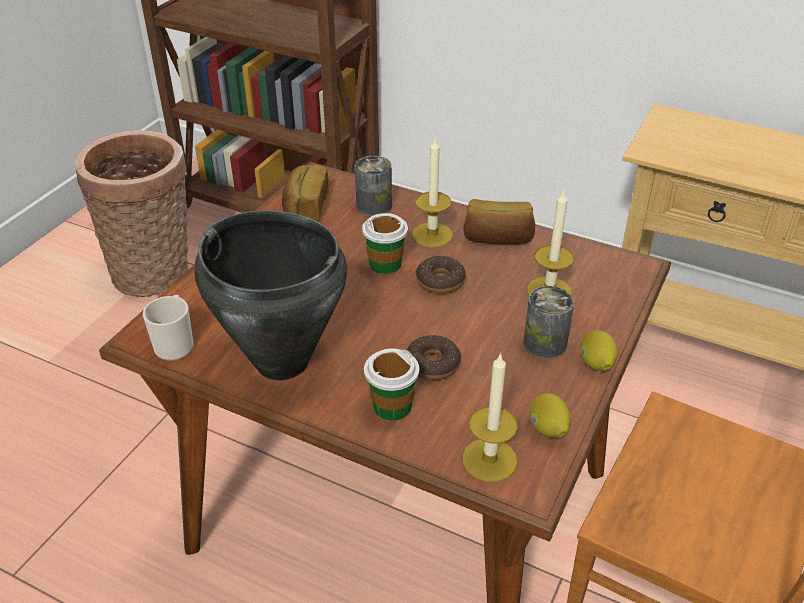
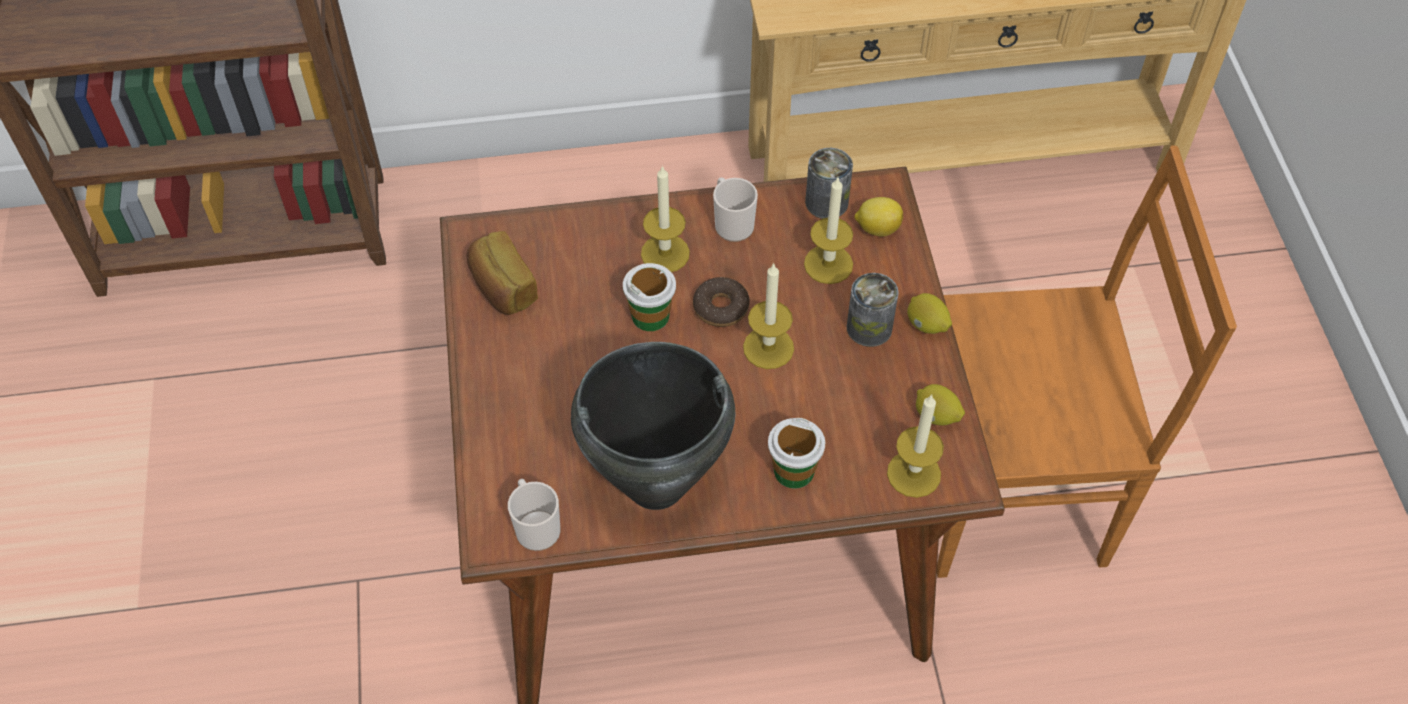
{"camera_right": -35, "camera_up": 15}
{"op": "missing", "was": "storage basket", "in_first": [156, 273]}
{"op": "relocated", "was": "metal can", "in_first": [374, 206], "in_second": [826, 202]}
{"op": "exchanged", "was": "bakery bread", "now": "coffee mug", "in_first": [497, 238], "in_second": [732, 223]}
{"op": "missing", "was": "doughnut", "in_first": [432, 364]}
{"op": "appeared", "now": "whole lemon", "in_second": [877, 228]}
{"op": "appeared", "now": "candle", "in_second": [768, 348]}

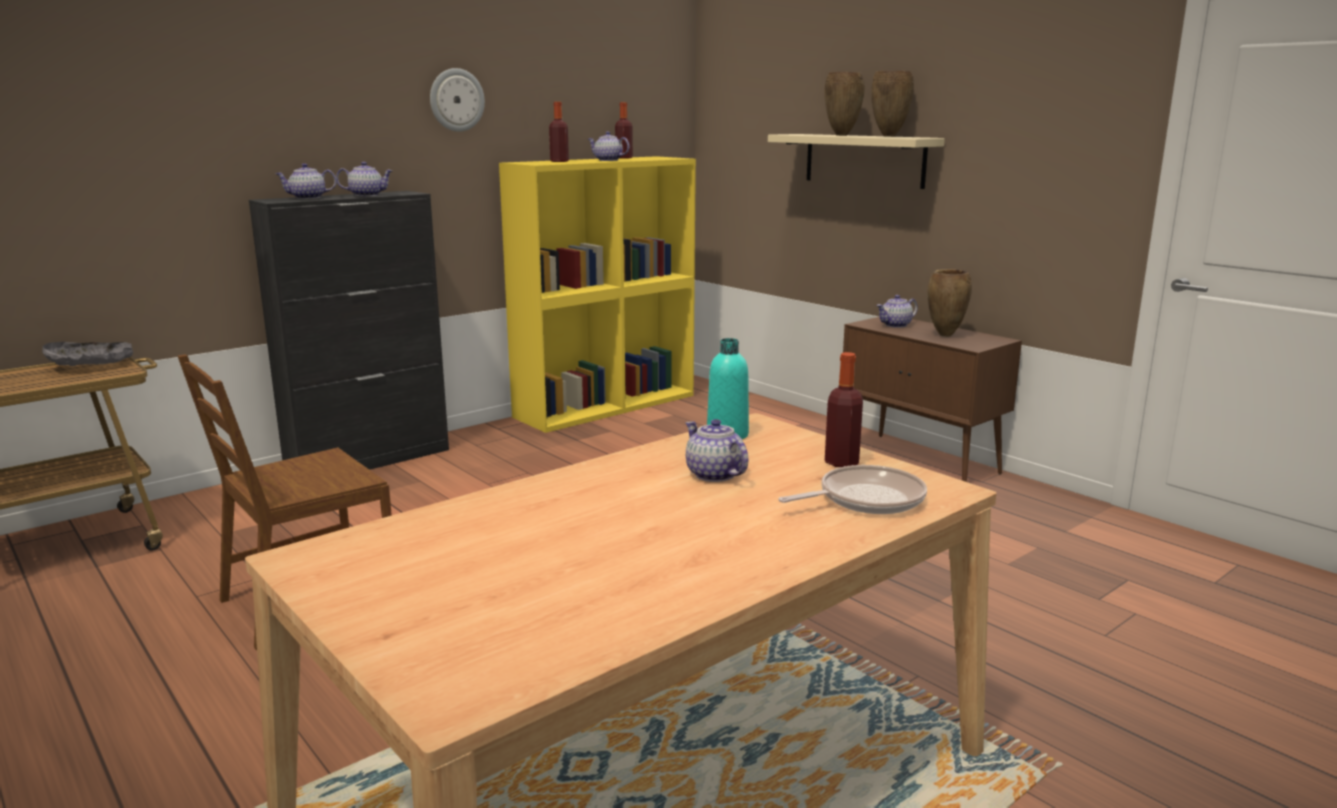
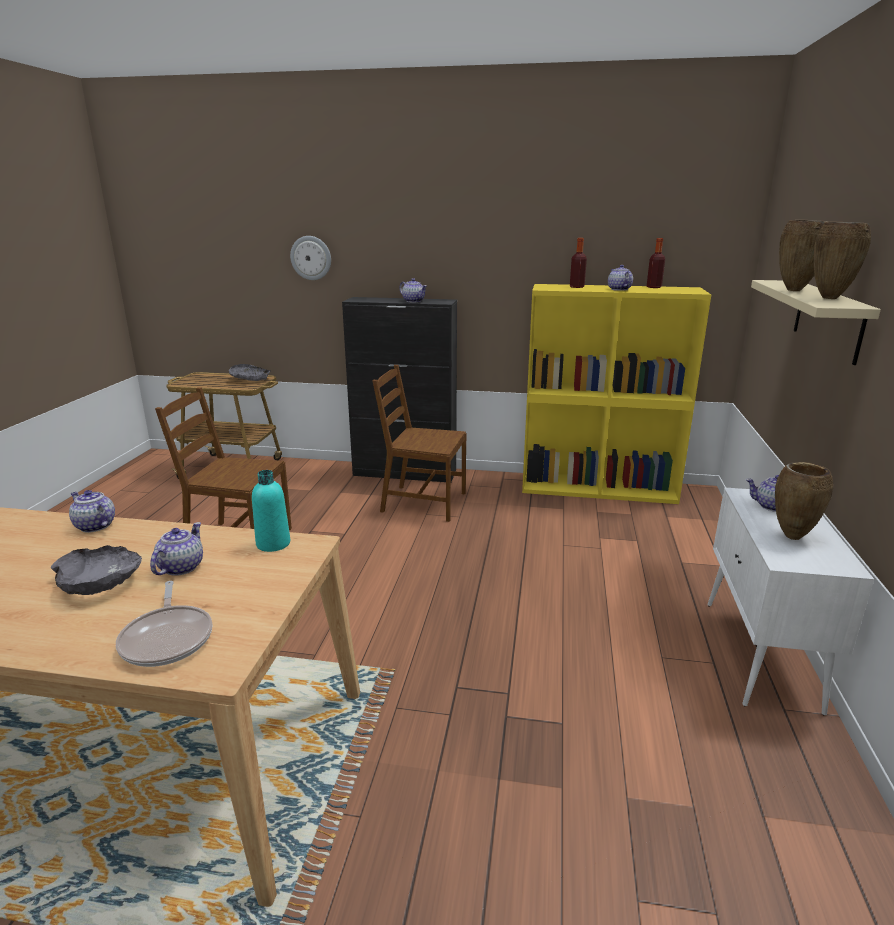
{"camera_right": 50, "camera_up": 5}
{"op": "relocated", "was": "wall clock", "in_first": [456, 100], "in_second": [311, 258]}
{"op": "relocated", "was": "tea pot", "in_first": [307, 198], "in_second": [94, 526]}
{"op": "colour", "was": "cabinet/brown", "now": "cabinet/white-coloured", "in_first": [920, 461], "in_second": [760, 655]}
{"op": "missing", "was": "beverage bottle", "in_first": [841, 462]}
{"op": "spun", "was": "skillet", "in_first": [865, 499], "in_second": [168, 638], "clockwise": 45}
{"op": "appeared", "now": "plain chair/brown", "in_second": [422, 502]}
{"op": "appeared", "now": "bowl/grey", "in_second": [99, 582]}

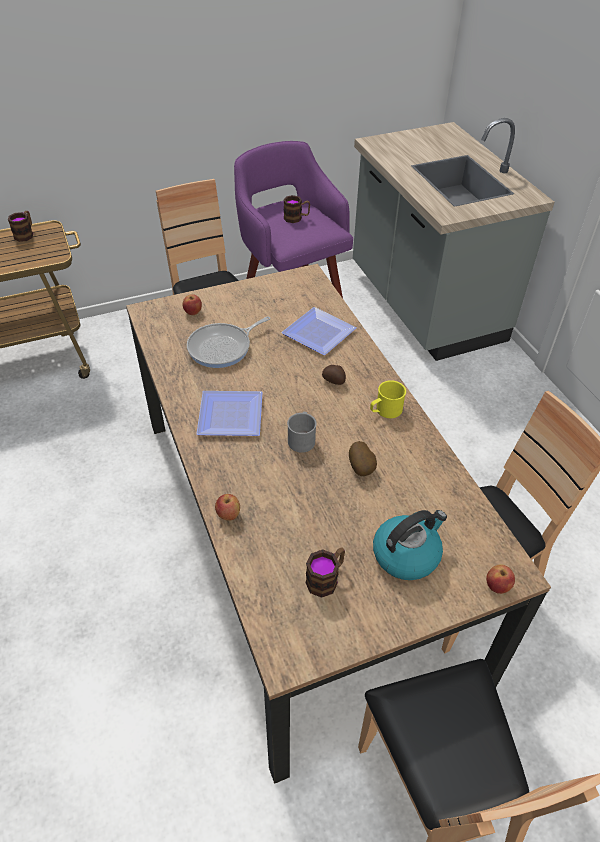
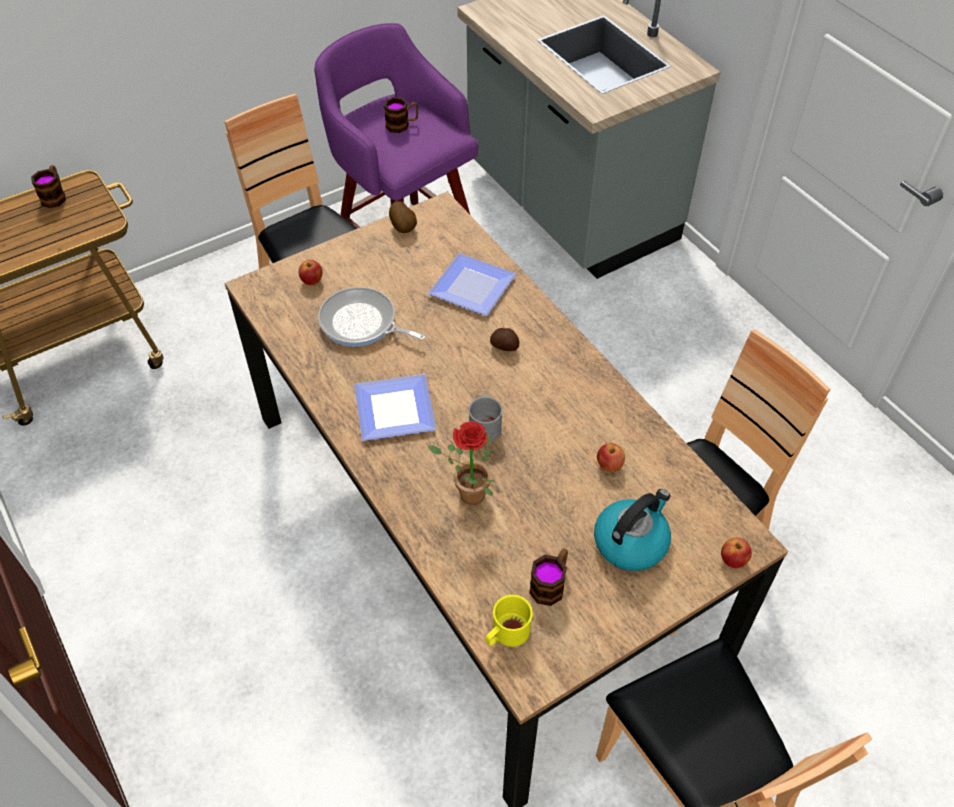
{"camera_right": -10, "camera_up": 5}
{"op": "spun", "was": "skillet", "in_first": [223, 348], "in_second": [362, 323], "clockwise": 75}
{"op": "relocated", "was": "coffee mug/yellow-coloured", "in_first": [385, 411], "in_second": [506, 634]}
{"op": "relocated", "was": "whole potato", "in_first": [362, 468], "in_second": [404, 228]}
{"op": "relocated", "was": "whole apple", "in_first": [228, 515], "in_second": [609, 465]}
{"op": "appeared", "now": "potted plant", "in_second": [466, 495]}

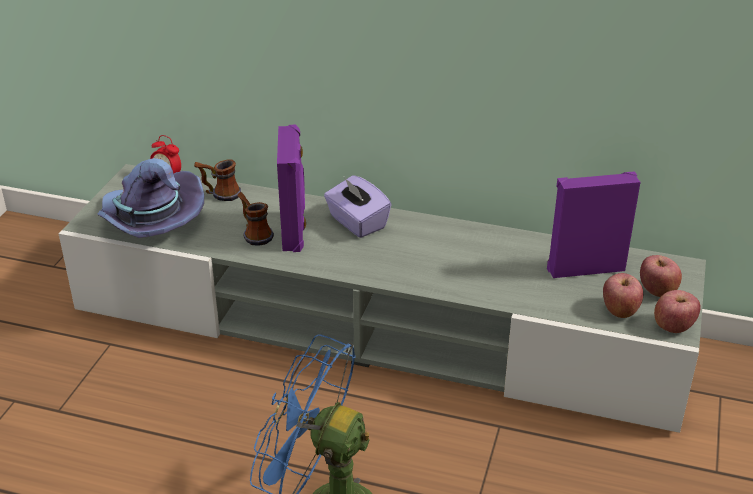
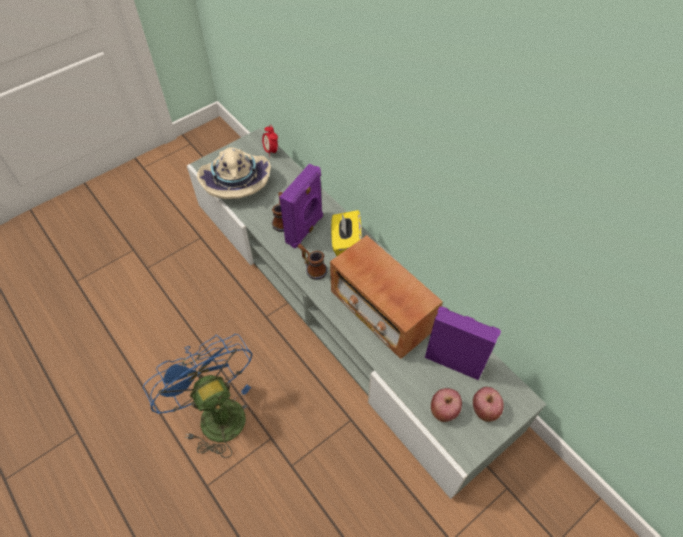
{"camera_right": 35, "camera_up": 20}
{"op": "colour", "was": "clothing hat/purple", "now": "clothing hat/sand-coloured", "in_first": [149, 222], "in_second": [236, 180]}
{"op": "relocated", "was": "coffee mug", "in_first": [219, 194], "in_second": [312, 268]}
{"op": "colour", "was": "tissue holder/purple", "now": "tissue holder/yellow-coloured", "in_first": [357, 222], "in_second": [346, 242]}
{"op": "missing", "was": "whole apple", "in_first": [673, 326]}
{"op": "appeared", "now": "radio", "in_second": [381, 311]}

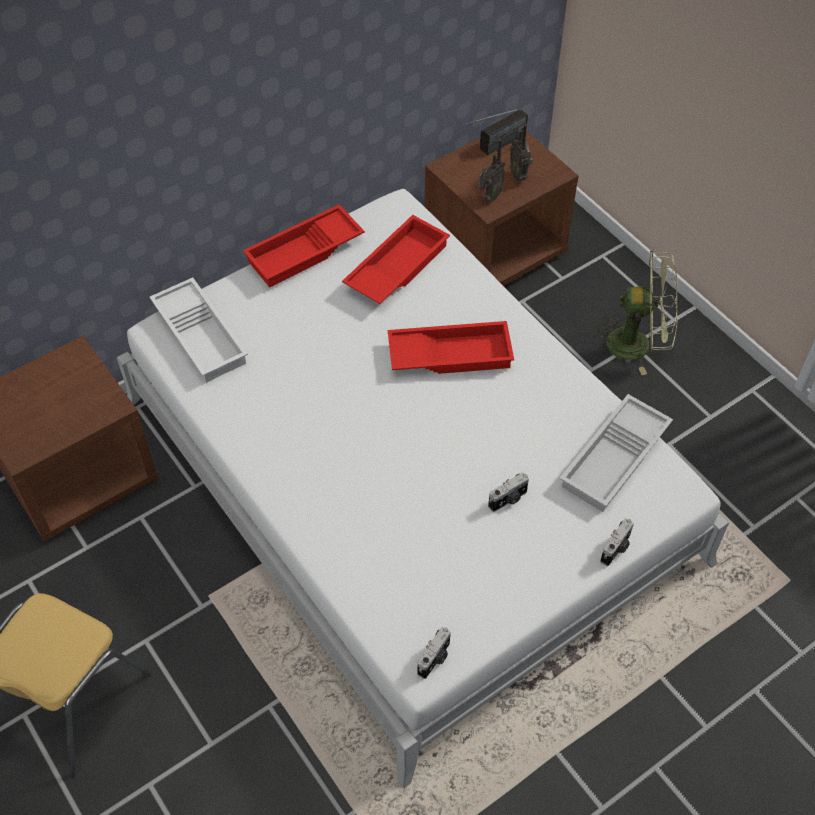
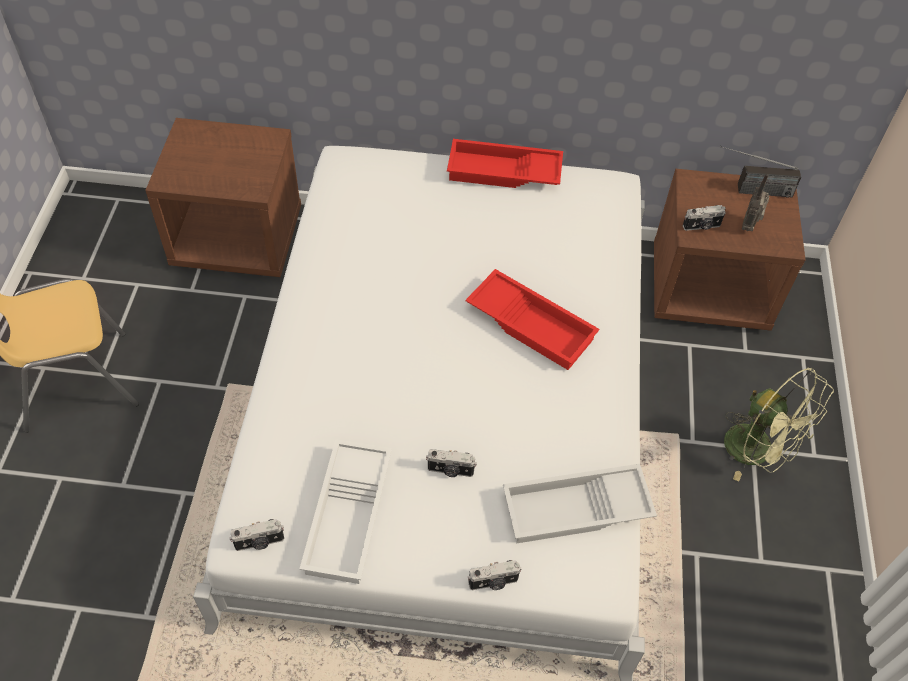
{"camera_right": 40, "camera_up": 0}
{"op": "exchanged", "was": "radio", "now": "still camera", "in_first": [489, 197], "in_second": [702, 226]}
{"op": "missing", "was": "tray/reddish", "in_first": [396, 266]}
{"op": "relocated", "was": "tray/white-coloured", "in_first": [202, 335], "in_second": [350, 516]}

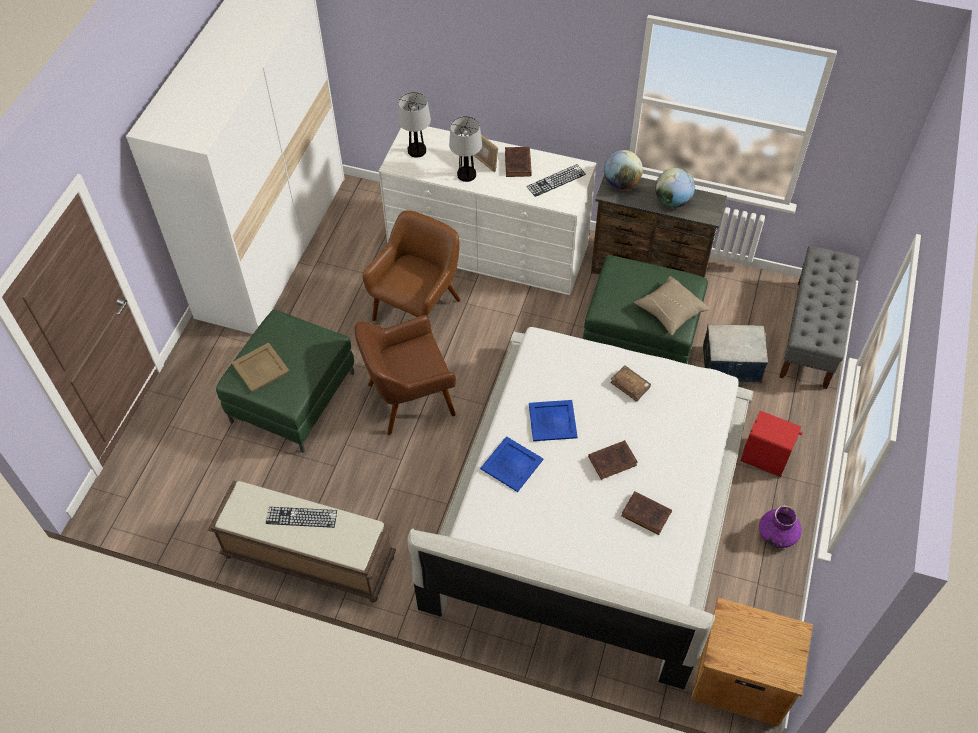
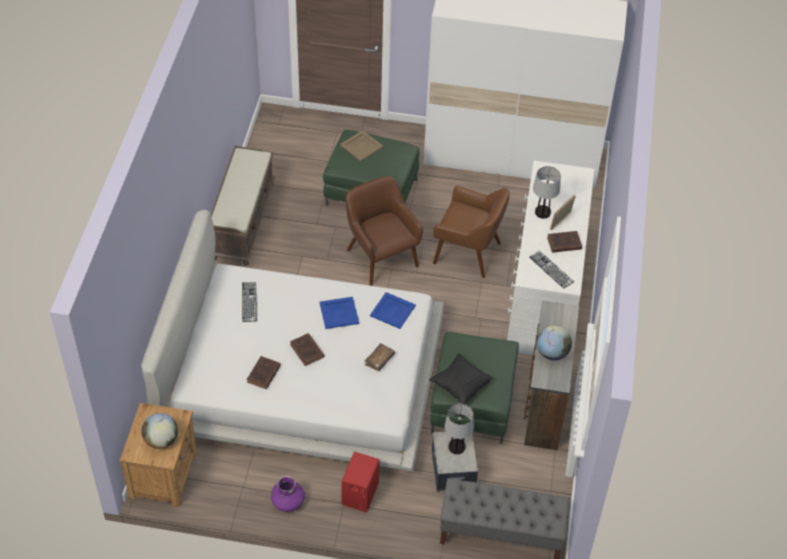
{"camera_right": 80, "camera_up": -5}
{"op": "relocated", "was": "table lamp", "in_first": [417, 150], "in_second": [457, 447]}
{"op": "relocated", "was": "globe", "in_first": [621, 183], "in_second": [161, 440]}
{"op": "colour", "was": "cushion/sand-coloured", "now": "cushion/black", "in_first": [670, 311], "in_second": [460, 384]}
{"op": "relocated", "was": "tray/blue-coloured", "in_first": [512, 464], "in_second": [392, 311]}
{"op": "relocated", "was": "computer keyboard", "in_first": [301, 517], "in_second": [249, 301]}

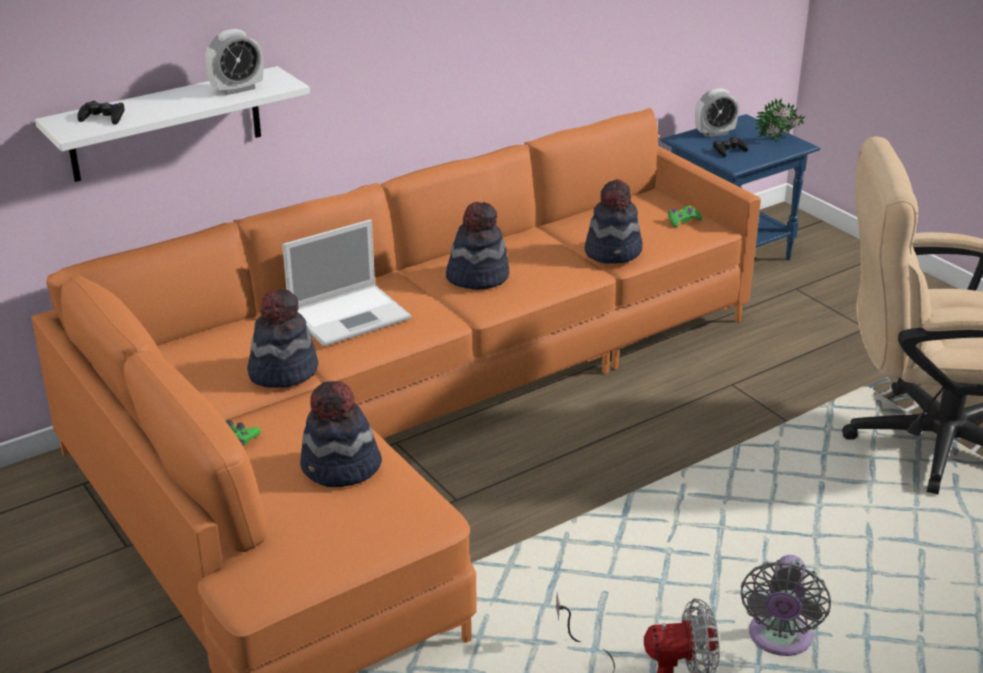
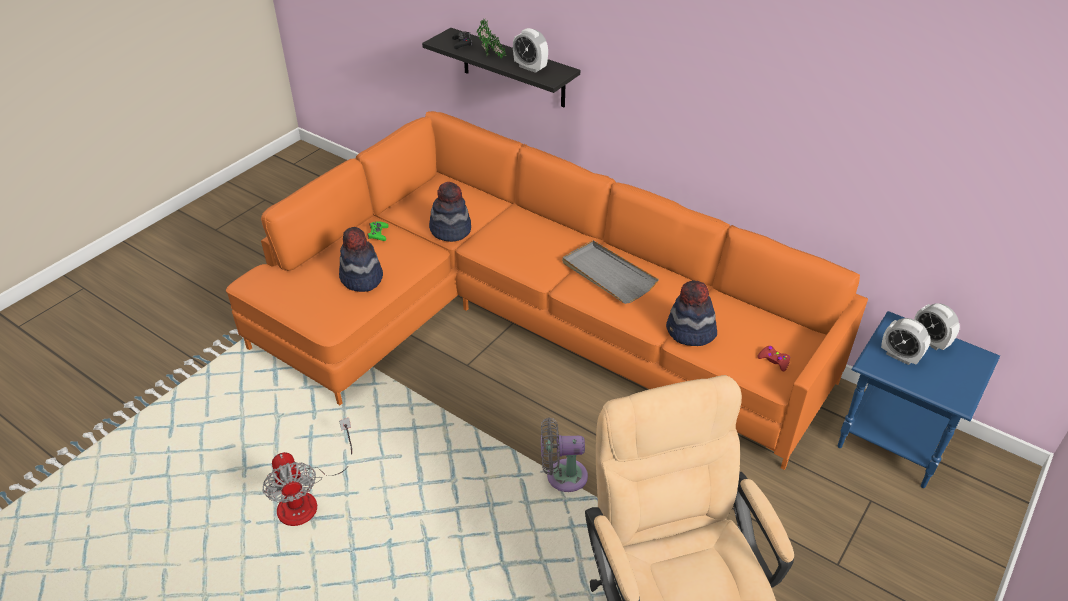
{"camera_right": 70, "camera_up": 10}
{"op": "colour", "was": "wall shelf/white-coloured", "now": "wall shelf/black", "in_first": [166, 124], "in_second": [513, 68]}
{"op": "relocated", "was": "potted plant", "in_first": [779, 140], "in_second": [491, 57]}
{"op": "exchanged", "was": "game controller/black", "now": "bedside clock", "in_first": [729, 150], "in_second": [899, 356]}
{"op": "exchanged", "was": "clothing hat", "now": "tray/grey", "in_first": [477, 276], "in_second": [607, 274]}
{"op": "colour", "was": "game controller/green", "now": "game controller/reddish", "in_first": [683, 220], "in_second": [774, 360]}
{"op": "missing", "was": "portable computer", "in_first": [351, 315]}
{"op": "relocated", "was": "electric fan/grey", "in_first": [779, 640], "in_second": [562, 476]}

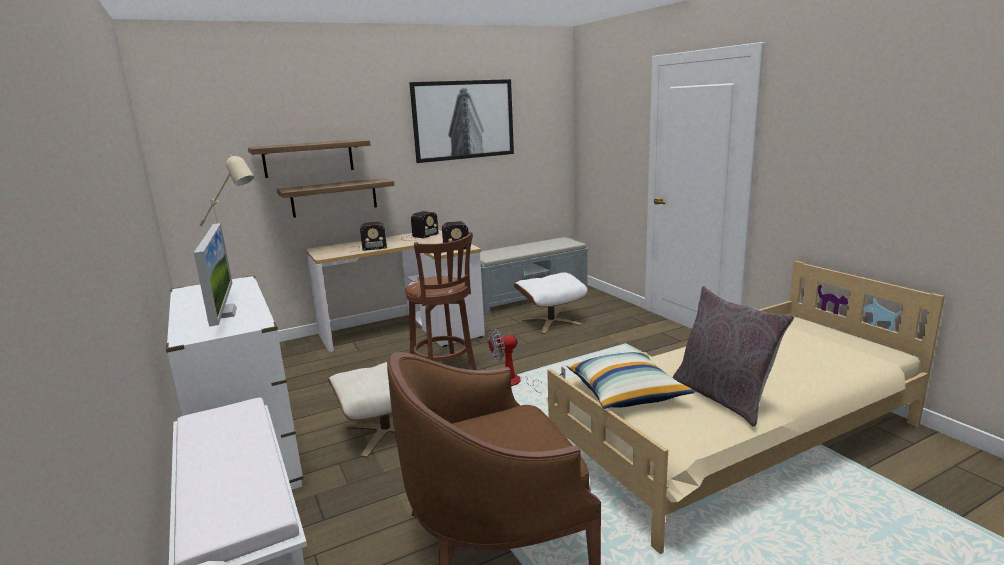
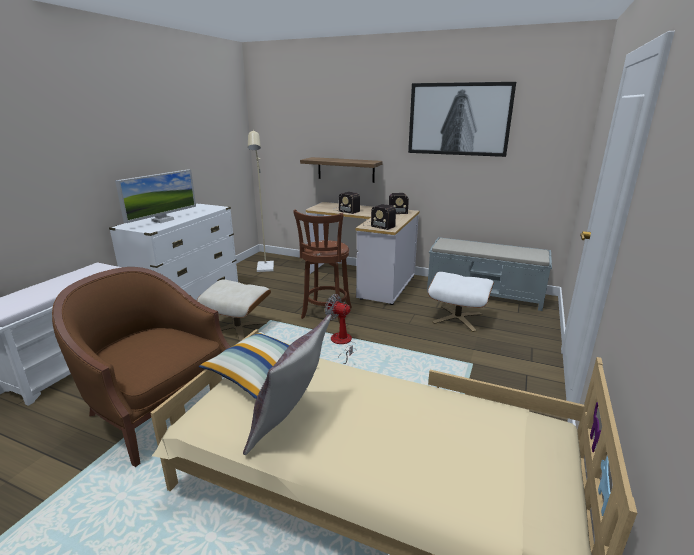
{"camera_right": 50, "camera_up": 5}
{"op": "missing", "was": "wall shelf", "in_first": [308, 158]}

